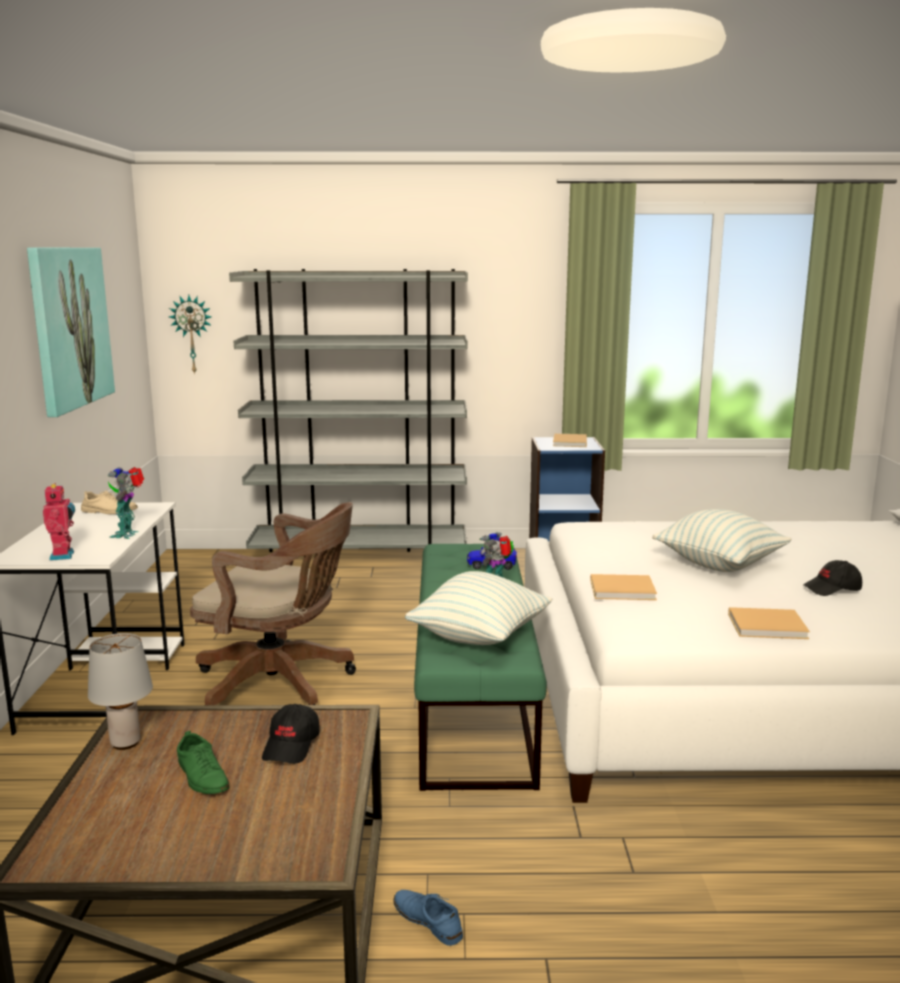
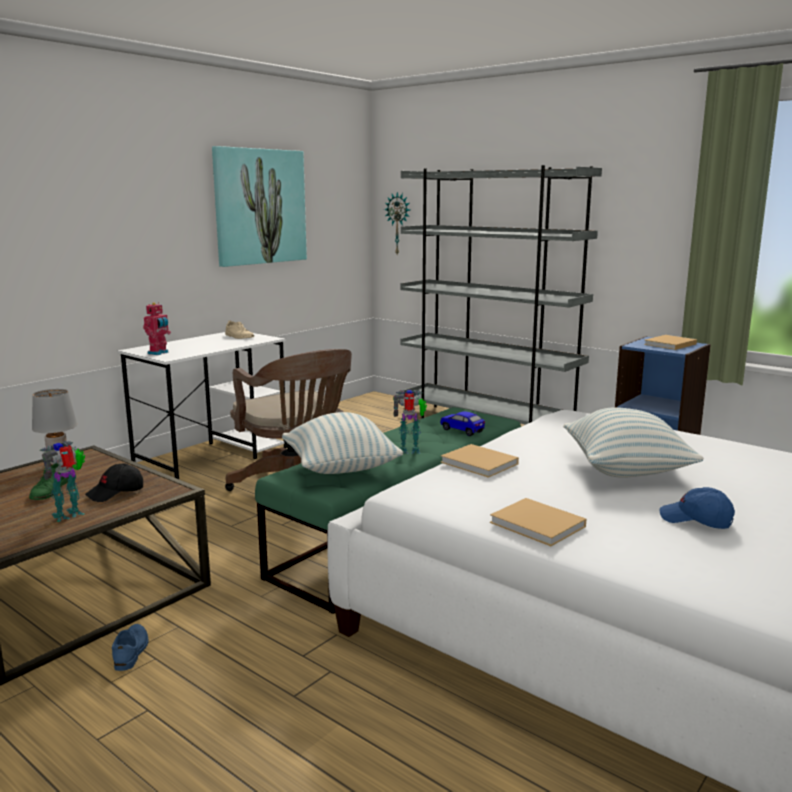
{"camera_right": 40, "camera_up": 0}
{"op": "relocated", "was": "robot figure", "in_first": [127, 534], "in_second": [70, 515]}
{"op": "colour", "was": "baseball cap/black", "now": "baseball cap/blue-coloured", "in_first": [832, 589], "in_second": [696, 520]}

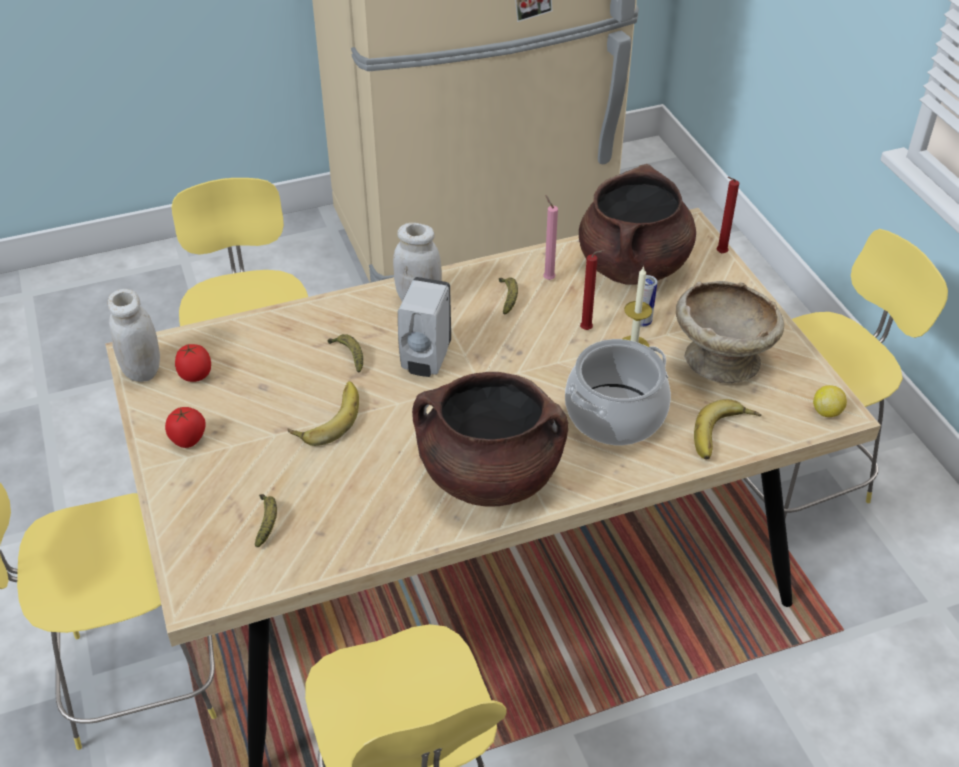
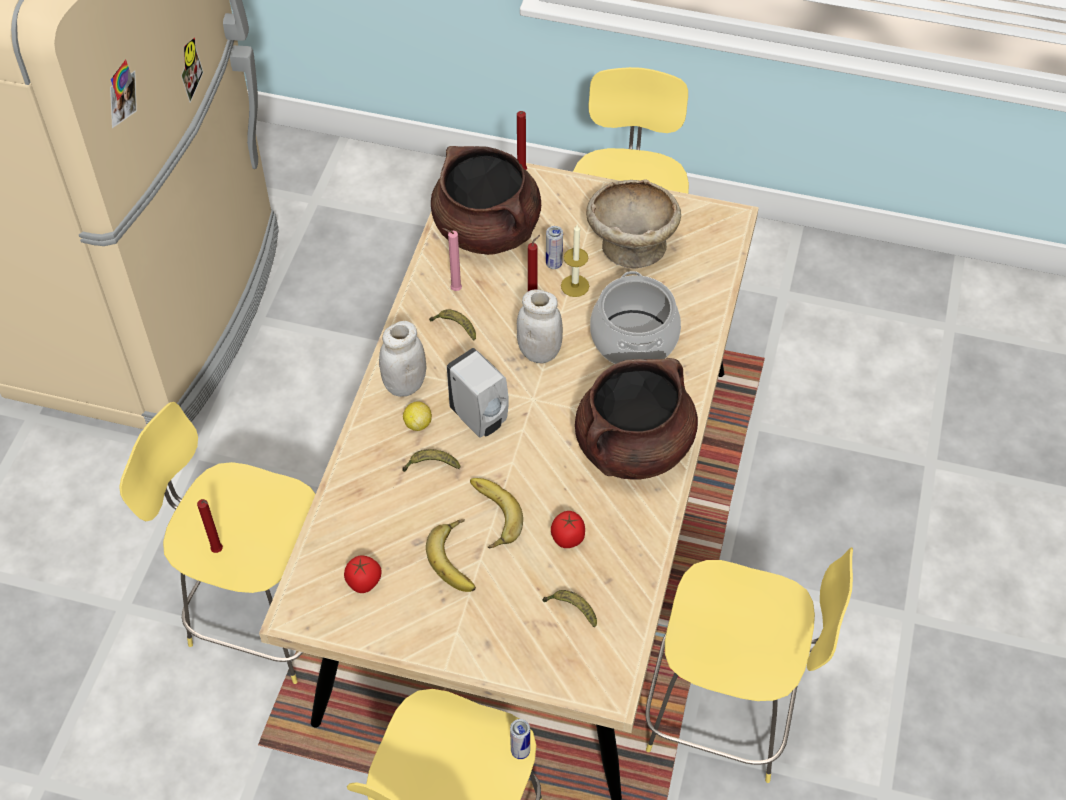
{"camera_right": -55, "camera_up": 10}
{"op": "relocated", "was": "jar/white-coloured", "in_first": [142, 370], "in_second": [539, 352]}
{"op": "relocated", "was": "whole lemon", "in_first": [827, 412], "in_second": [418, 423]}
{"op": "relocated", "was": "whole banana", "in_first": [724, 436], "in_second": [459, 559]}
{"op": "relocated", "was": "fresh tomato", "in_first": [189, 440], "in_second": [568, 538]}
{"op": "appeared", "now": "candle/reddish", "in_second": [218, 551]}
{"op": "appeared", "now": "metal can", "in_second": [520, 751]}

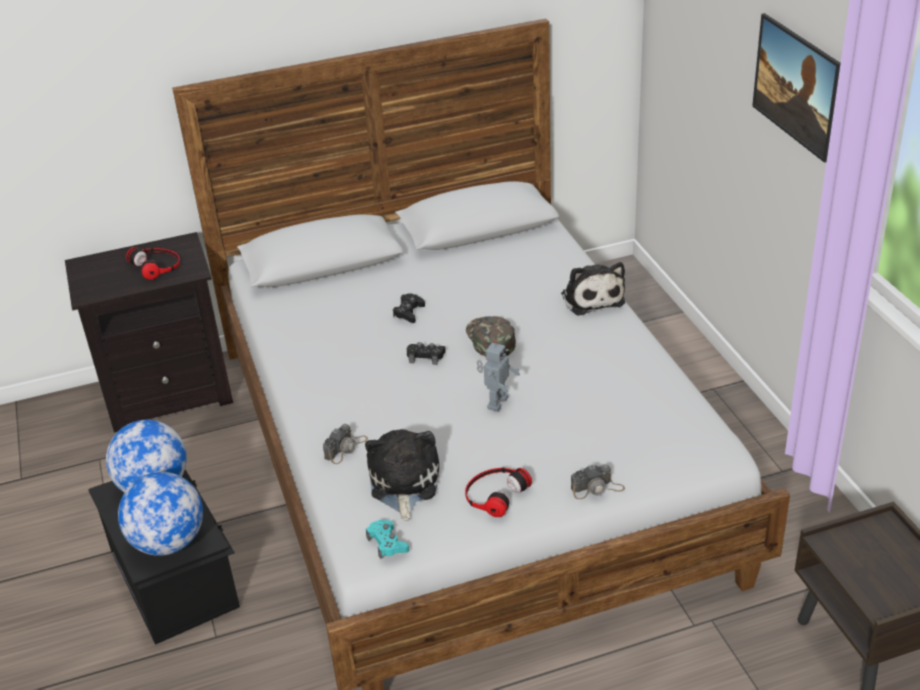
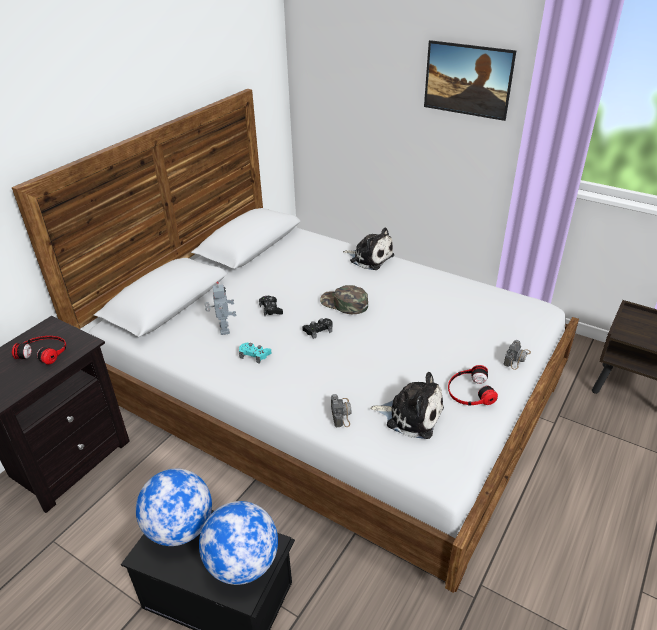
{"camera_right": -40, "camera_up": 0}
{"op": "relocated", "was": "robot figure", "in_first": [496, 403], "in_second": [223, 329]}
{"op": "spun", "was": "soft toy", "in_first": [403, 484], "in_second": [411, 415], "clockwise": 150}
{"op": "relocated", "was": "game controller/blue-green", "in_first": [387, 543], "in_second": [254, 355]}

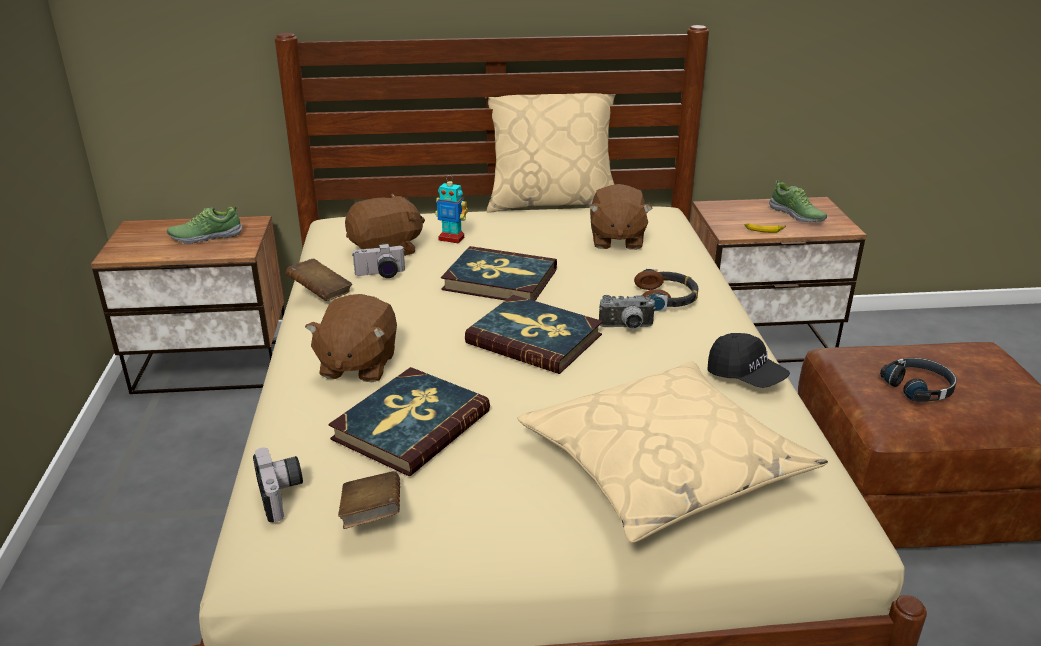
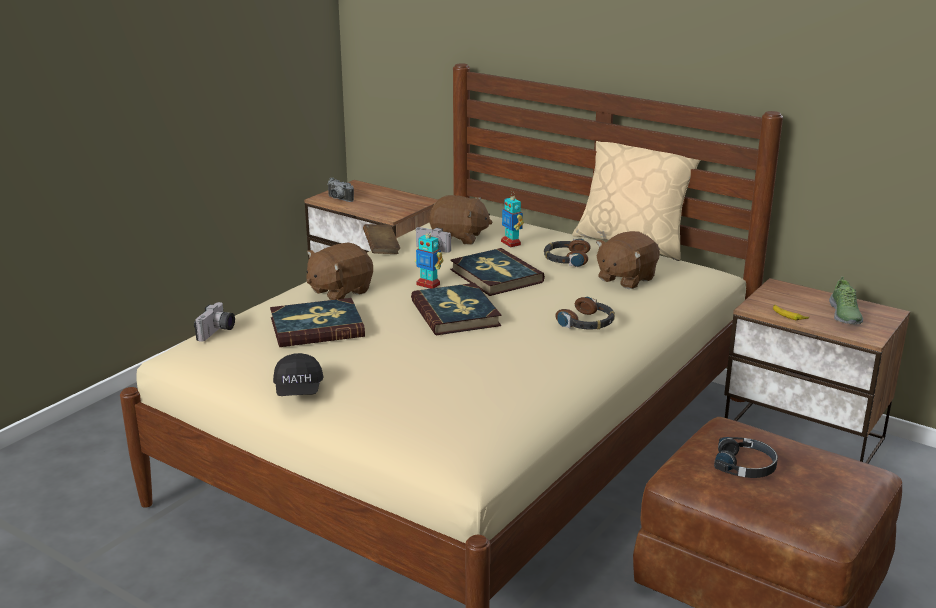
{"camera_right": 40, "camera_up": -5}
{"op": "missing", "was": "item of footwear", "in_first": [206, 236]}
{"op": "relocated", "was": "still camera", "in_first": [626, 328], "in_second": [338, 199]}
{"op": "relocated", "was": "baseball cap/black", "in_first": [745, 376], "in_second": [298, 390]}
{"op": "missing", "was": "cushion/sand-coloured", "in_first": [663, 466]}
{"op": "missing", "was": "book/brown", "in_first": [372, 515]}
{"op": "appeared", "now": "robot figure", "in_second": [428, 284]}
{"op": "appeared", "now": "headphones", "in_second": [566, 259]}

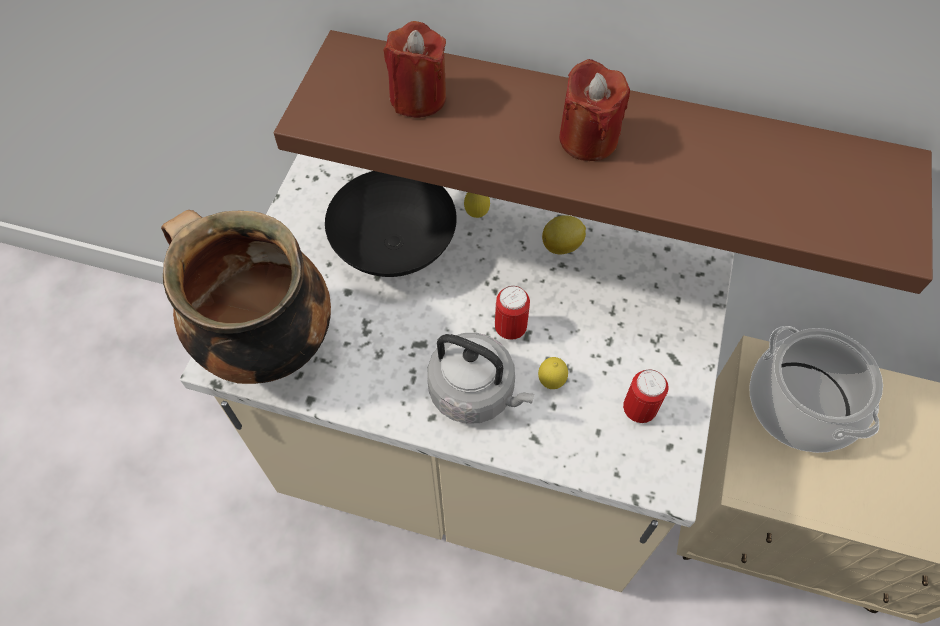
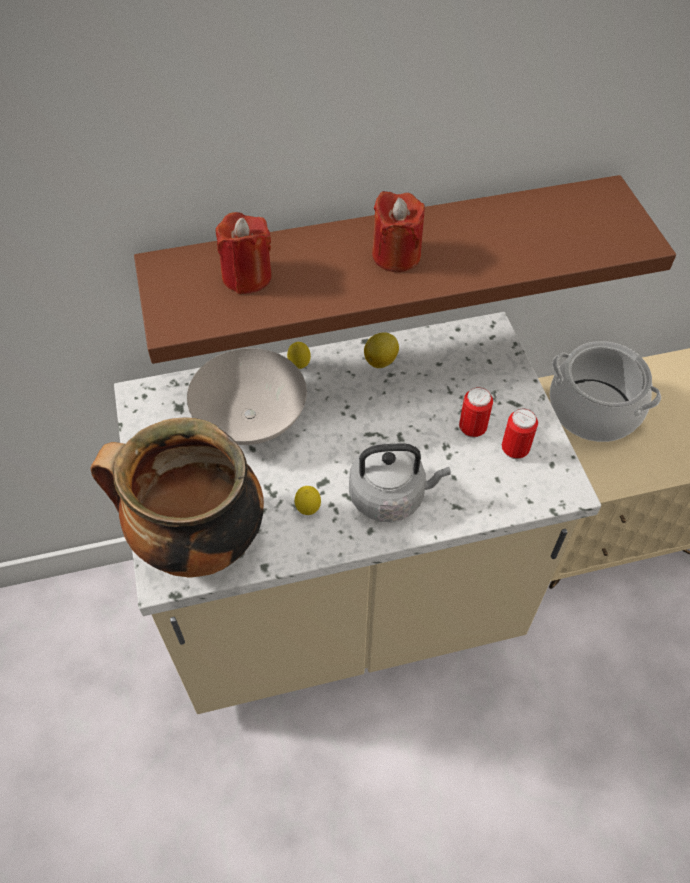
{"camera_right": -30, "camera_up": -5}
{"op": "colour", "was": "bowl/black", "now": "bowl/white-coloured", "in_first": [392, 247], "in_second": [249, 421]}
{"op": "relocated", "was": "metal can", "in_first": [510, 329], "in_second": [472, 429]}
{"op": "relocated", "was": "whole lemon", "in_first": [551, 382], "in_second": [308, 510]}

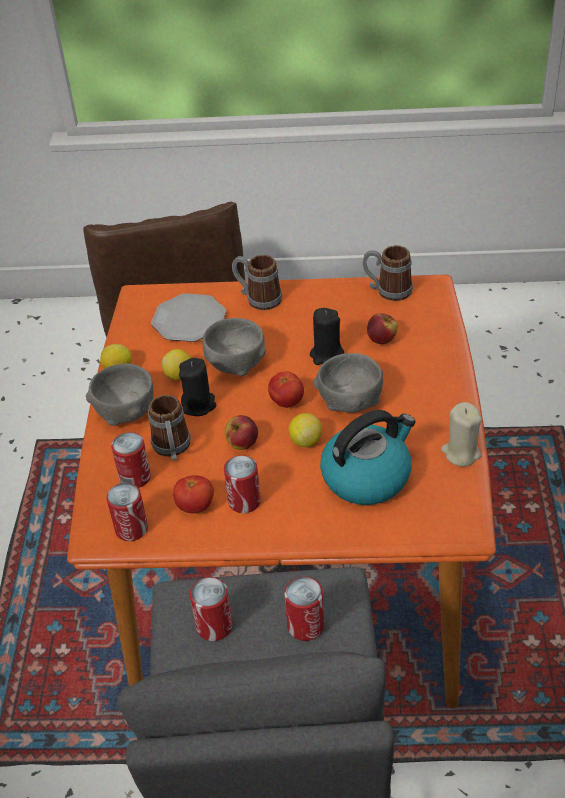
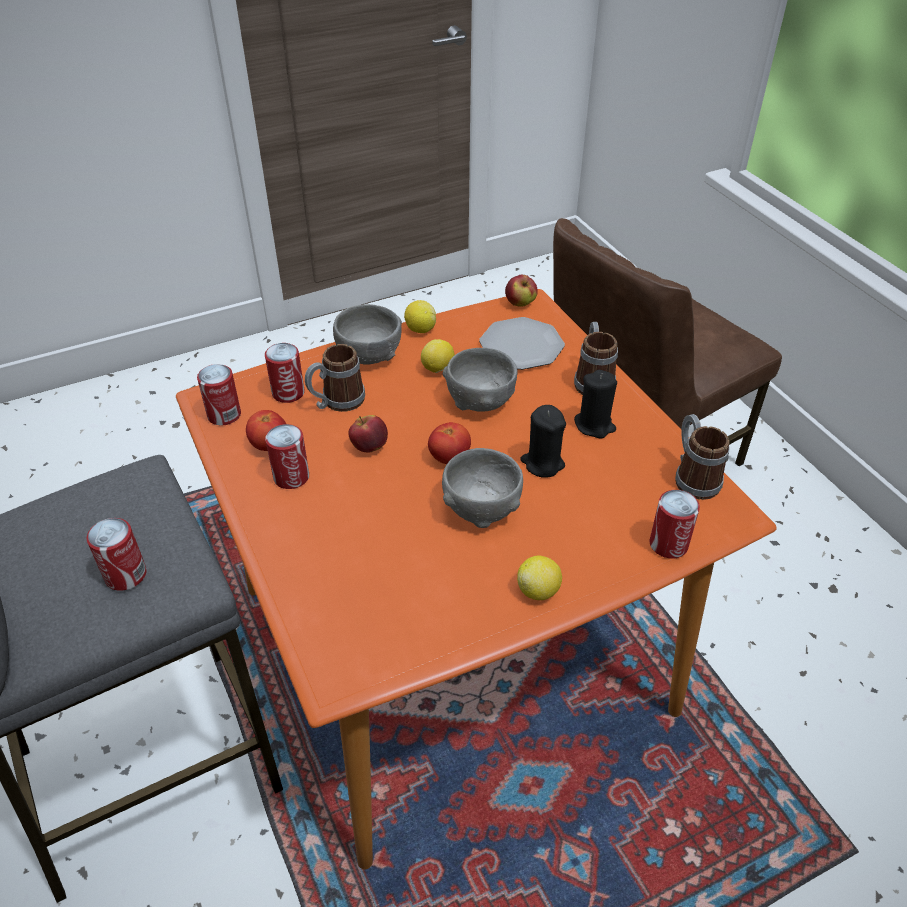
{"camera_right": 60, "camera_up": 0}
{"op": "relocated", "was": "whole apple", "in_first": [382, 340], "in_second": [520, 303]}
{"op": "relocated", "was": "candle/black", "in_first": [198, 405], "in_second": [594, 425]}
{"op": "missing", "was": "candle/sand-coloured", "in_first": [461, 453]}
{"op": "missing", "was": "kettle", "in_first": [367, 476]}
{"op": "relocated", "was": "whole lemon", "in_first": [305, 441], "in_second": [538, 590]}
{"op": "relocated", "was": "metal can", "in_first": [214, 626], "in_second": [668, 544]}

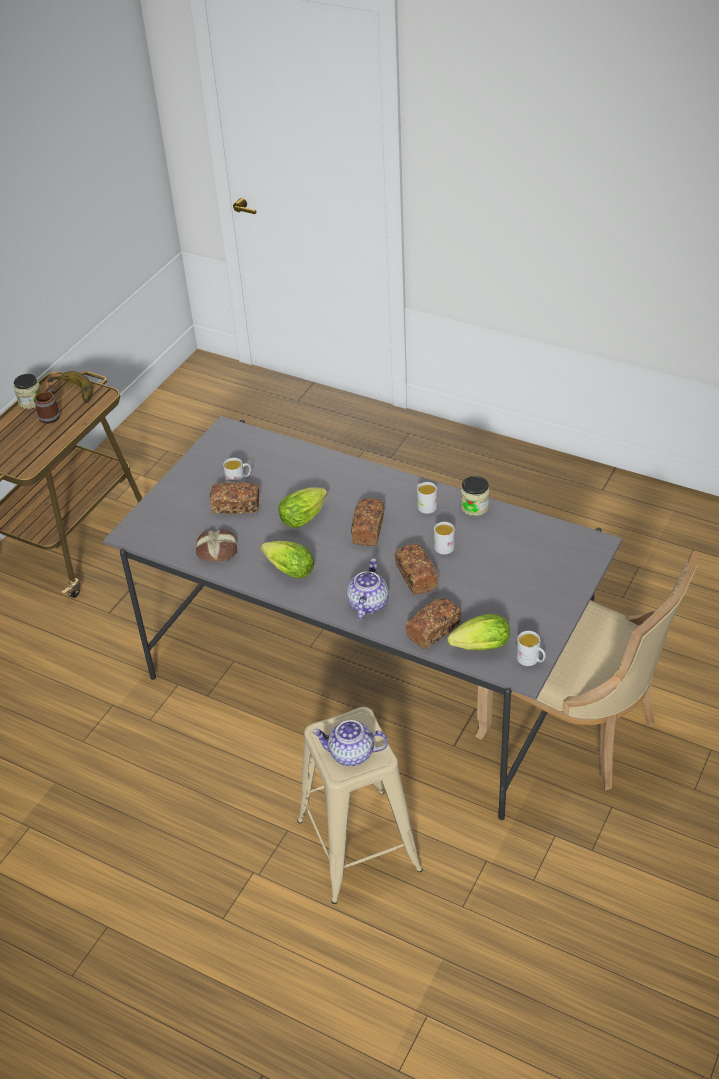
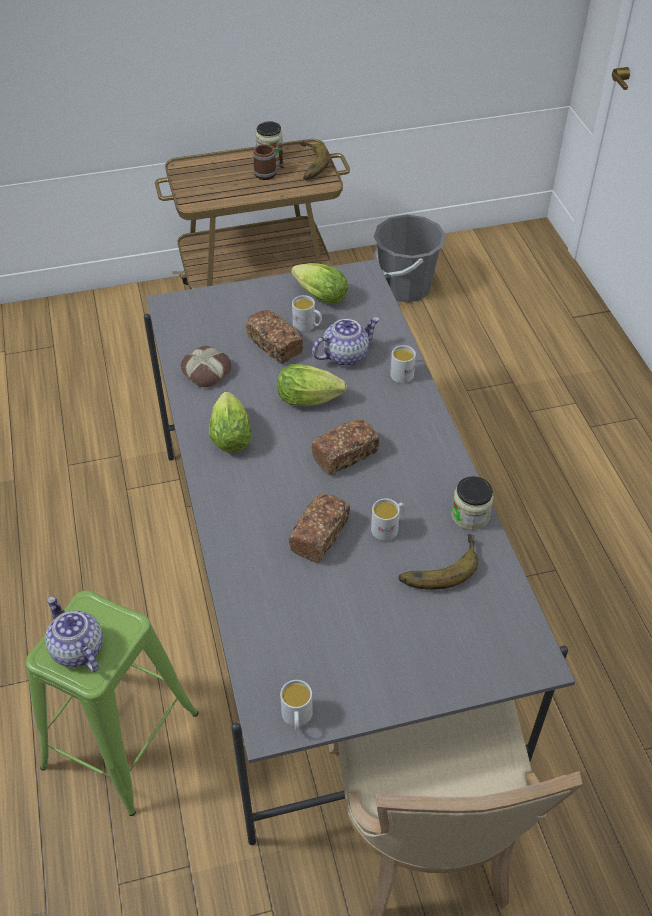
{"camera_right": 45, "camera_up": 5}
{"op": "relocated", "was": "coffee mug/white-coloured", "in_first": [425, 505], "in_second": [403, 372]}
{"op": "relocated", "was": "tea pot", "in_first": [367, 603], "in_second": [345, 355]}
{"op": "missing", "was": "bakery bread", "in_first": [433, 630]}
{"op": "relocated", "was": "lettuce head", "in_first": [477, 647], "in_second": [317, 295]}
{"op": "colour", "was": "sitting stool/sand-coloured", "now": "sitting stool/green", "in_first": [359, 846], "in_second": [120, 741]}
{"op": "appeared", "now": "water bucket/grey", "in_second": [405, 287]}
{"op": "appeared", "now": "whole banana", "in_second": [437, 565]}

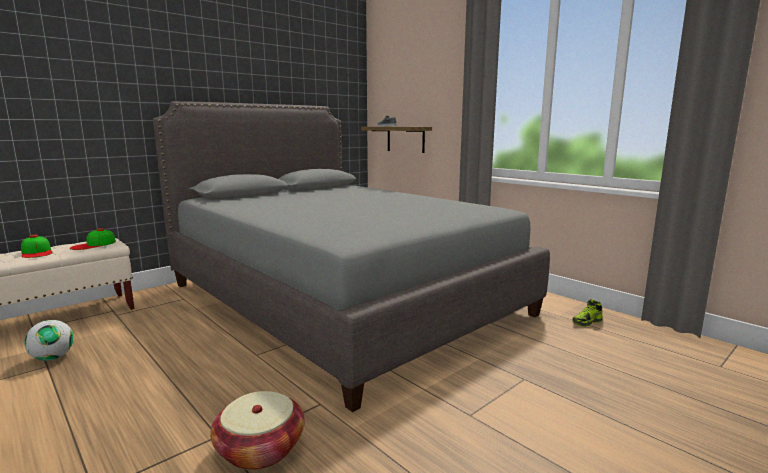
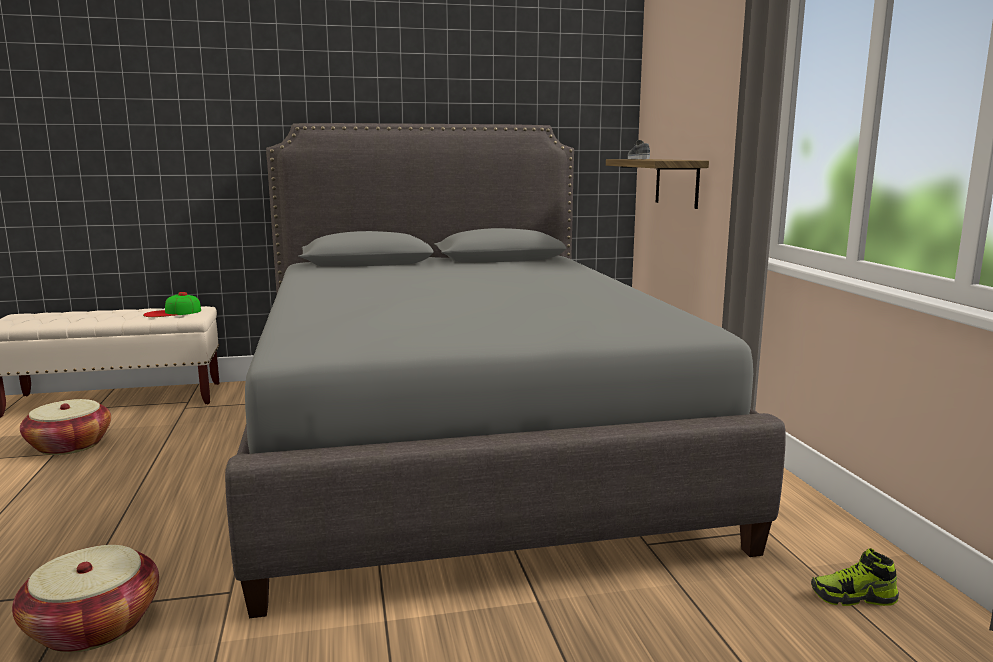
{"camera_right": 30, "camera_up": 0}
{"op": "missing", "was": "baseball cap", "in_first": [37, 252]}
{"op": "exchanged", "was": "ball for football", "now": "storage basket", "in_first": [52, 358], "in_second": [69, 445]}

